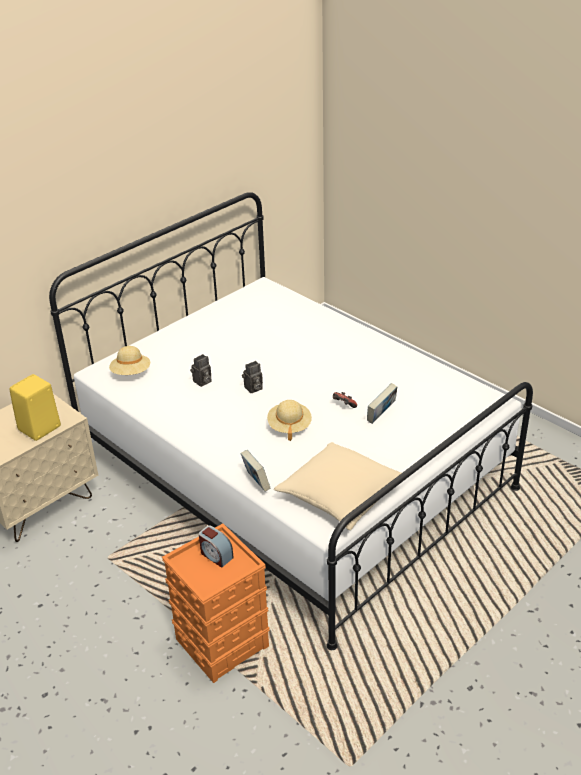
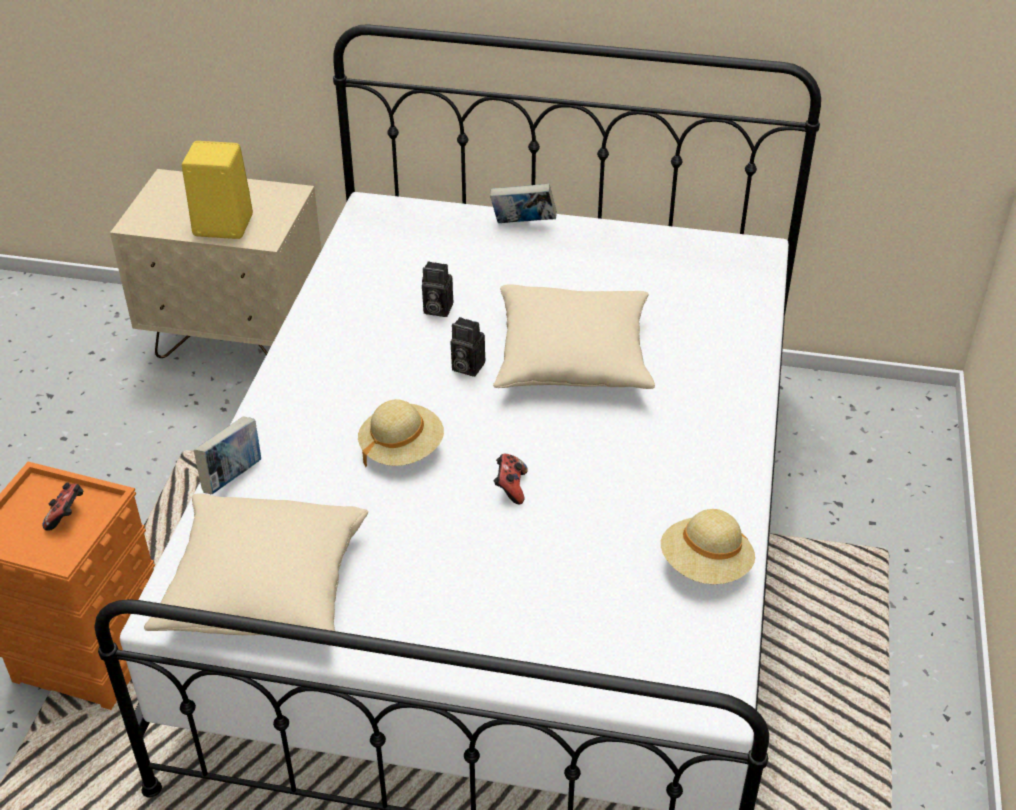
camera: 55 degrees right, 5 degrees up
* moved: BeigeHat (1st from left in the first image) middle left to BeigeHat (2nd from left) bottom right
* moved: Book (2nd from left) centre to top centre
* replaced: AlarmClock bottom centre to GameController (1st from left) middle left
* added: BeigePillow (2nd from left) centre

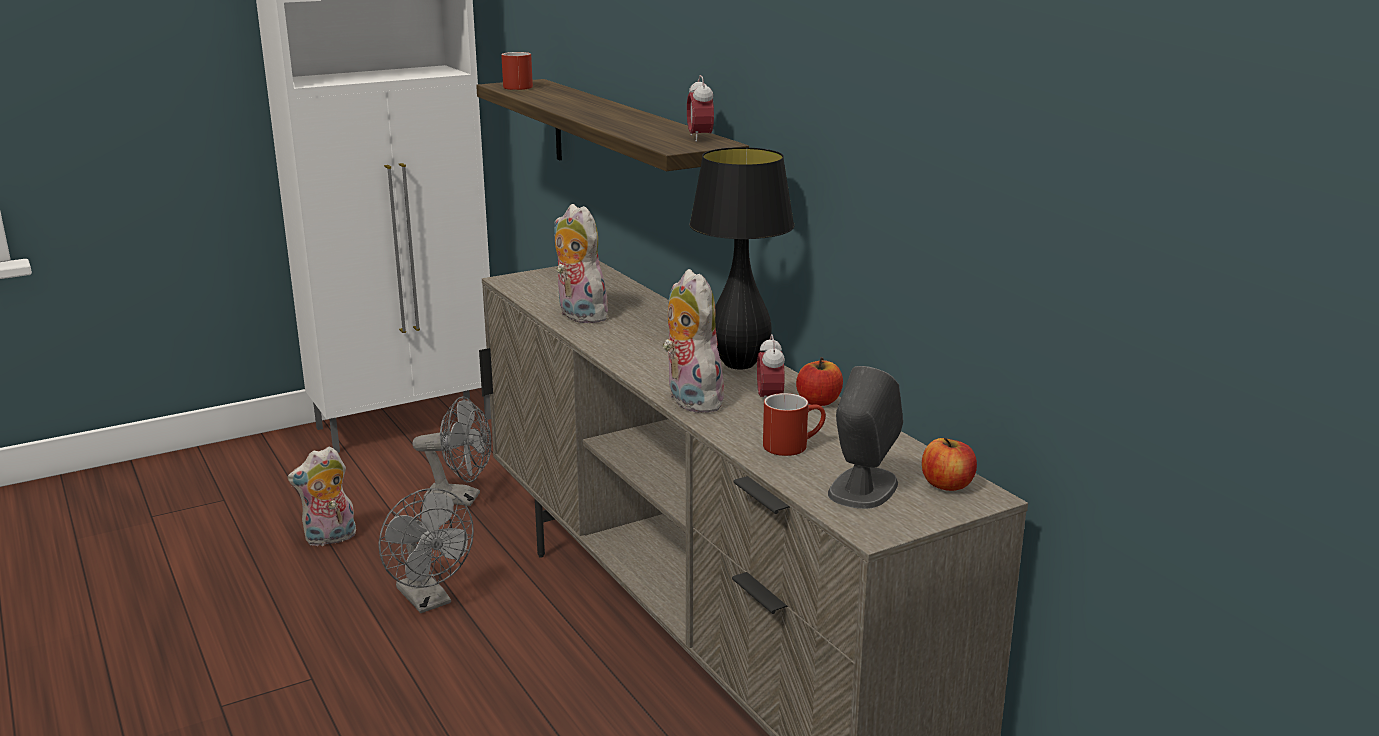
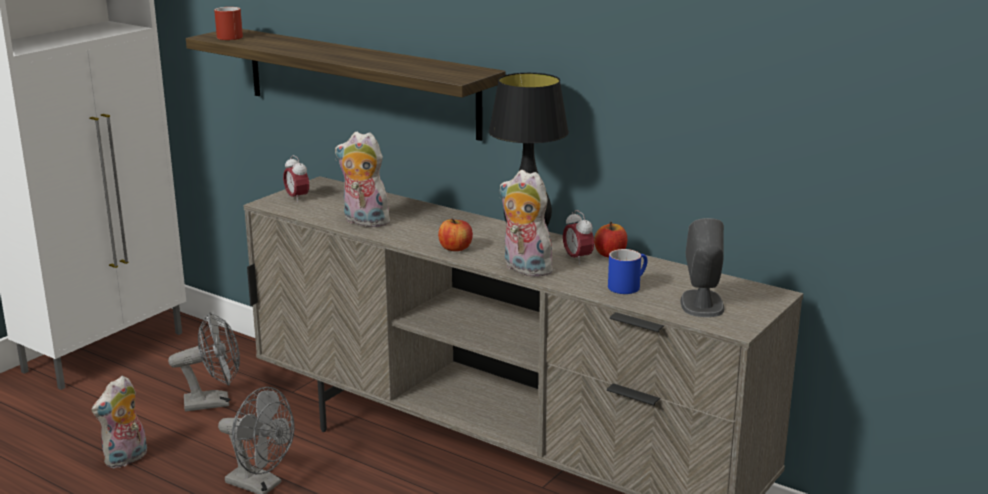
camera: 25 degrees left, 0 degrees up
* moved: AlarmClock (1st from left) top centre to middle left
* recoloured: RedMug (2nd from left) centre to BlueMug centre
* moved: Apple (2nd from left in the first image) middle right to Apple (1st from left) centre

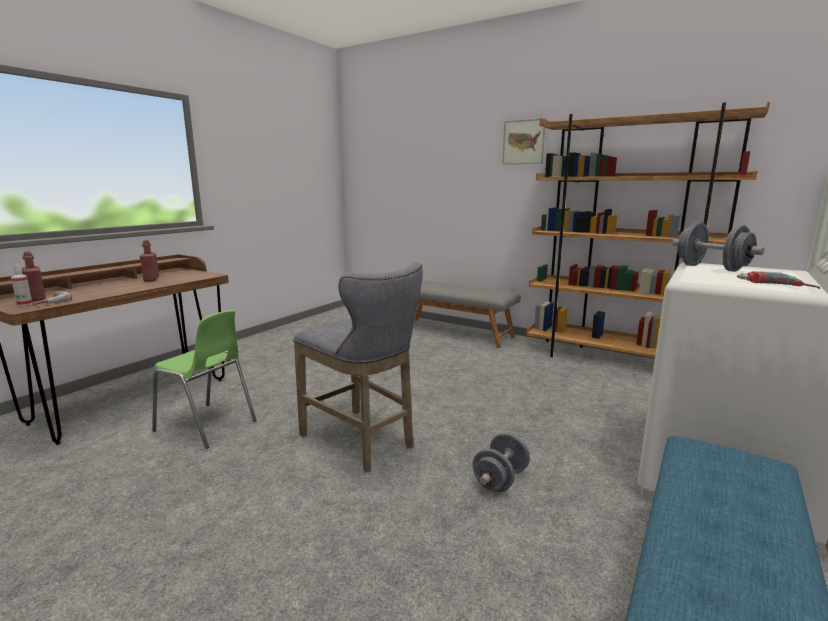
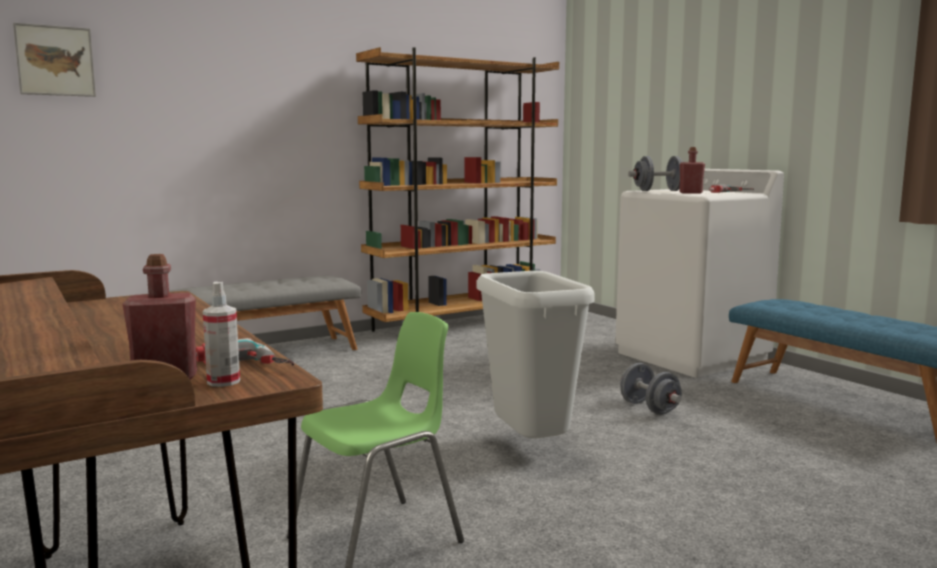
camera: 65 degrees left, 5 degrees down
* moved: Picture top centre to top left
* moved: RedBottle (2nd from left) middle left to top right
* replaced: GreyStool centre to GreyTrashCan centre

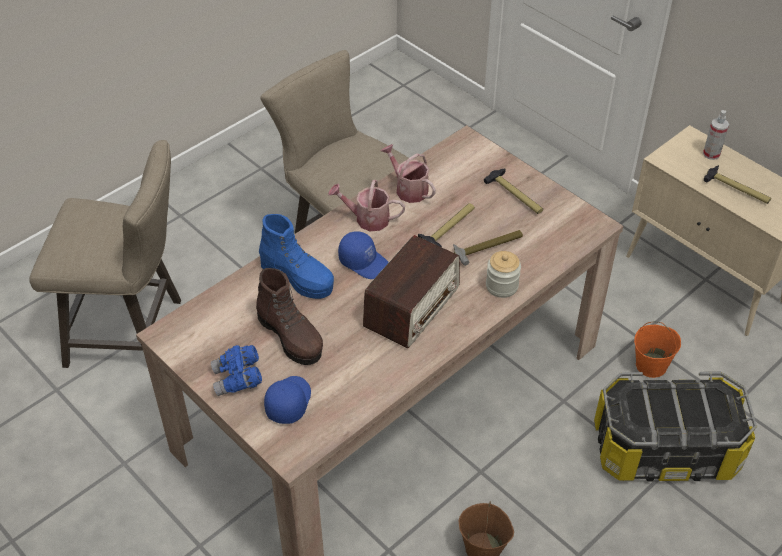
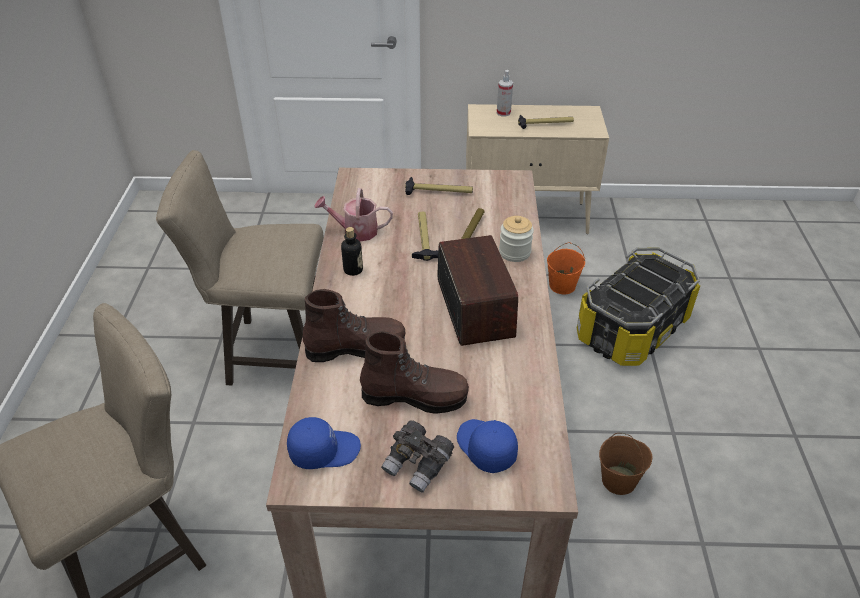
camera: 45 degrees left, 5 degrees down
* replaced: WateringCan (1st from left) centre to Bottle centre
* recoloured: BlueBoot centre to BrownBoot (1st from left) centre
* moved: BlueCap (2nd from left in the first image) centre to BlueCap (1st from left) bottom centre
* recoloured: BlueBinoculars middle left to GreyBinoculars bottom centre

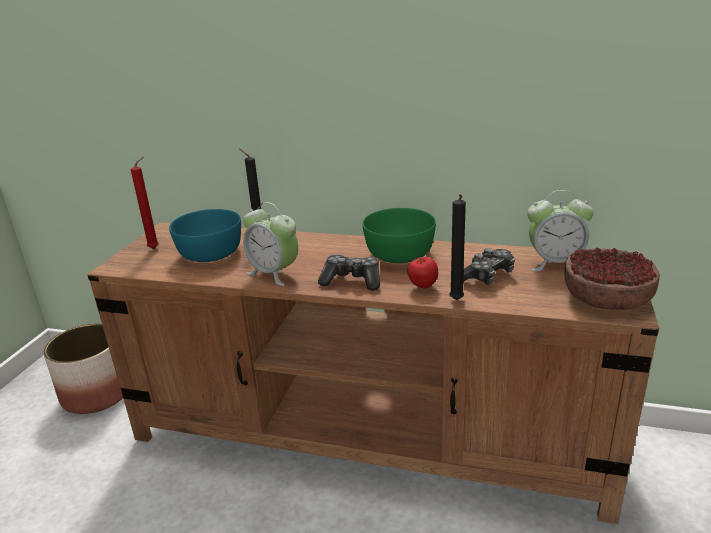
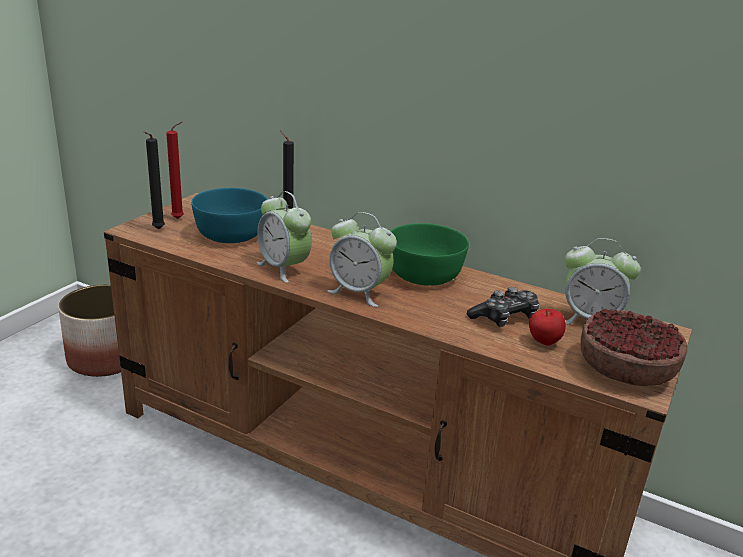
camera: 10 degrees right, 0 degrees up
* moved: BlackCandle (2nd from left in the first image) centre to BlackCandle (1st from left) top left
* replaced: GameController (1st from left) centre to AlarmClock (2nd from left) centre
* moved: Apple centre to middle right

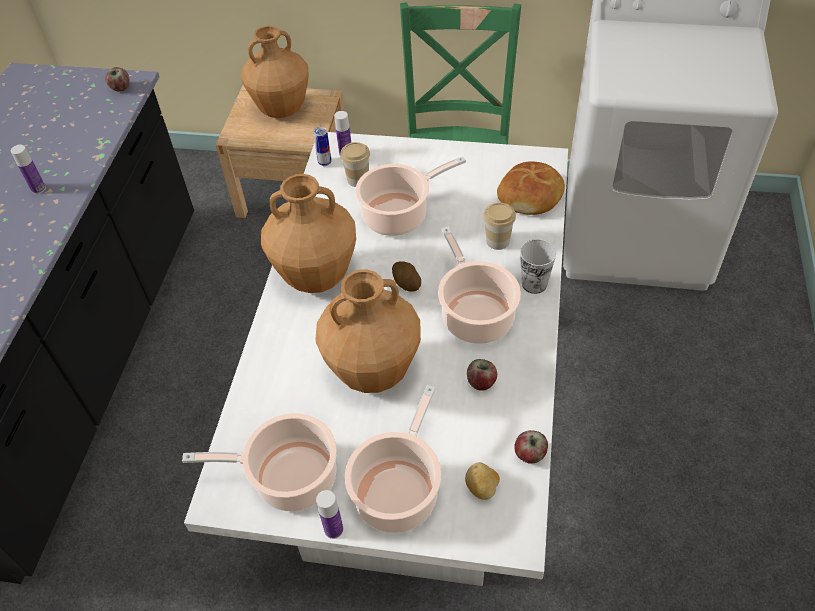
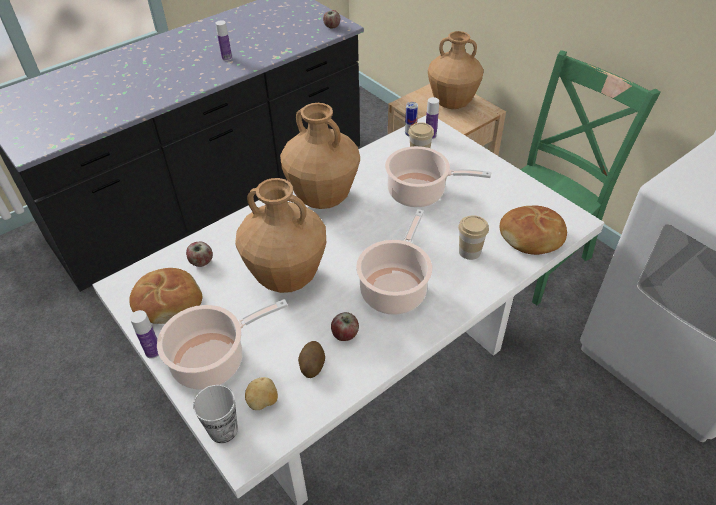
camera: 40 degrees right, 5 degrees down
* moved: Cup (3rd from left in the first image) centre to Cup (1st from left) bottom left
* moved: Potato (1st from left in the first image) centre to Potato (2nd from left) bottom centre
* replaced: CookingPot (1st from left) bottom left to Bread (1st from left) middle left
* moved: Apple (3rd from left in the first image) bottom centre to Apple (1st from left) middle left

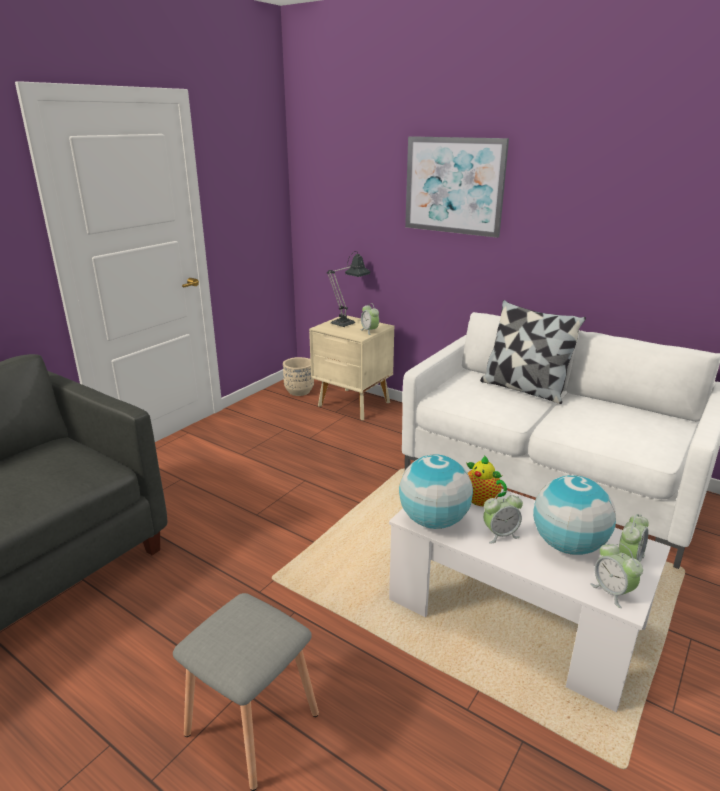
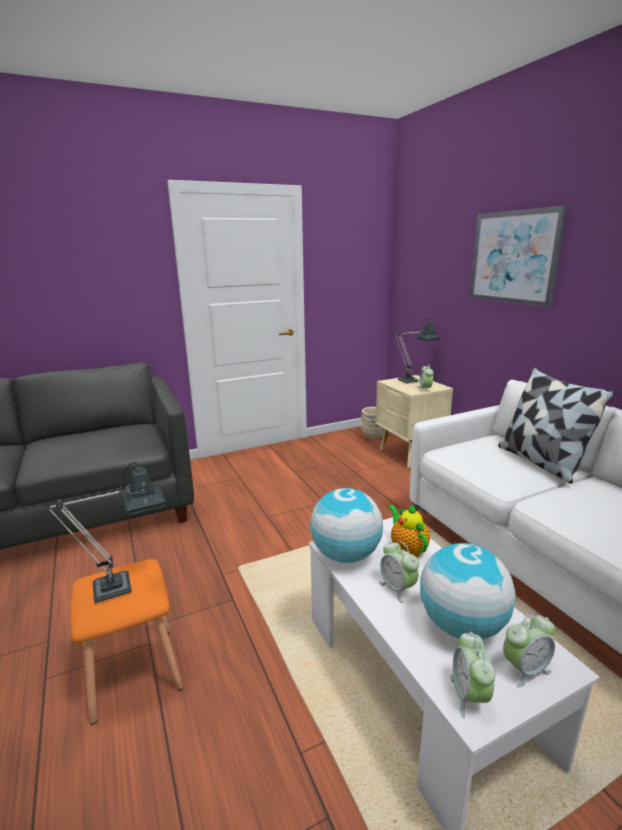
camera: 30 degrees right, 5 degrees down
* turned: AlarmClock (2nd from left in the first image) middle right = bottom centre 45 degrees clockwise
* recoloured: GreyStool bottom centre to OrangeStool bottom left
* added: TableLamp (1st from left) middle left

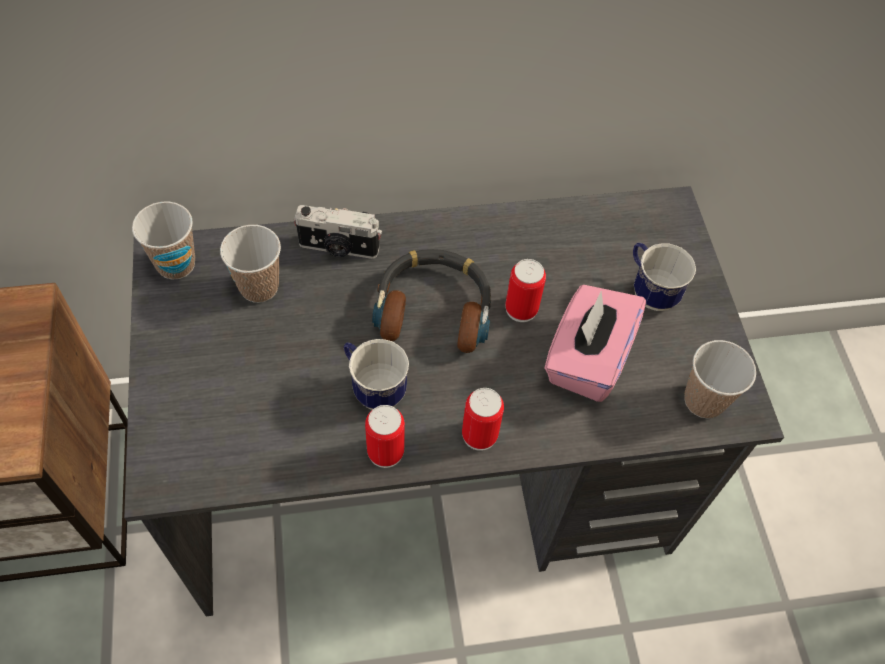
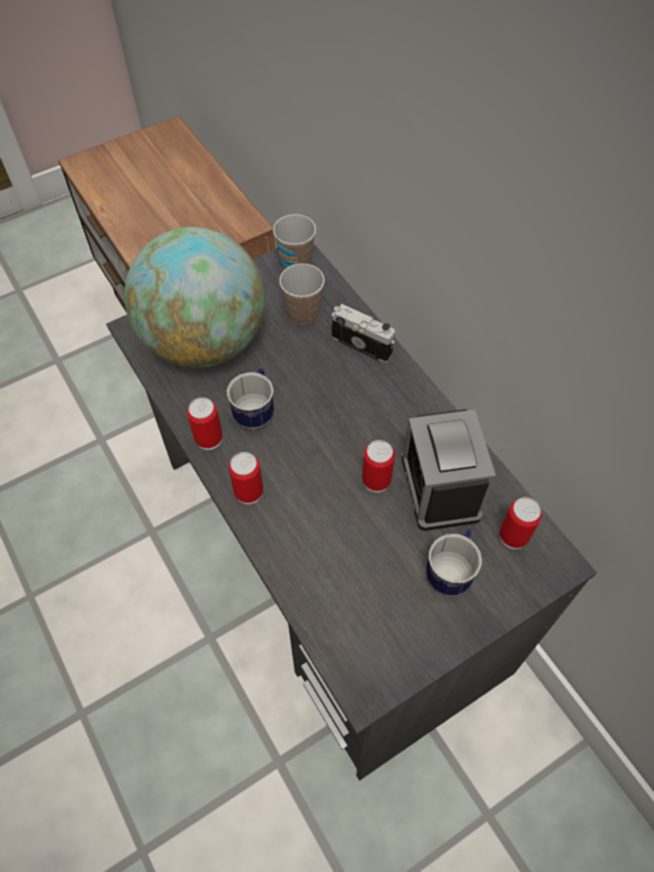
camera: 70 degrees right, 0 degrees up
* turned: PhotoCamera centre = centre 135 degrees clockwise
* removed: Headphones centre
* removed: PinkTissueBox middle right
* removed: Cup (3rd from left) middle right
* added: Globe middle left
* added: AlarmClock middle right
* added: Can (4th from left) middle right

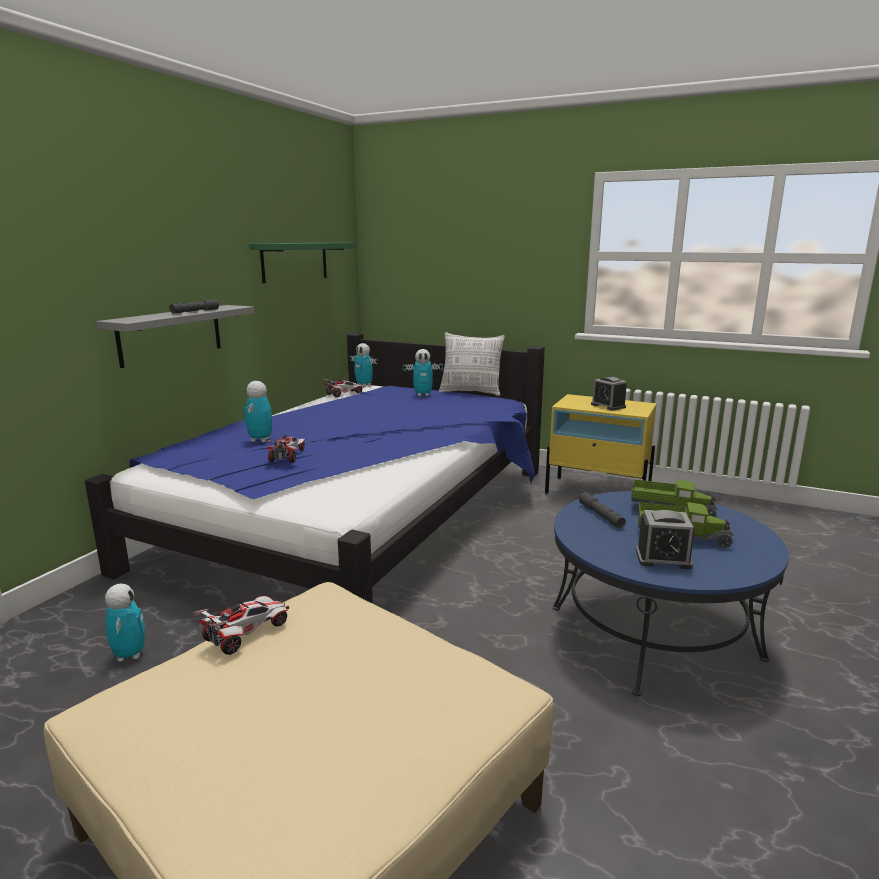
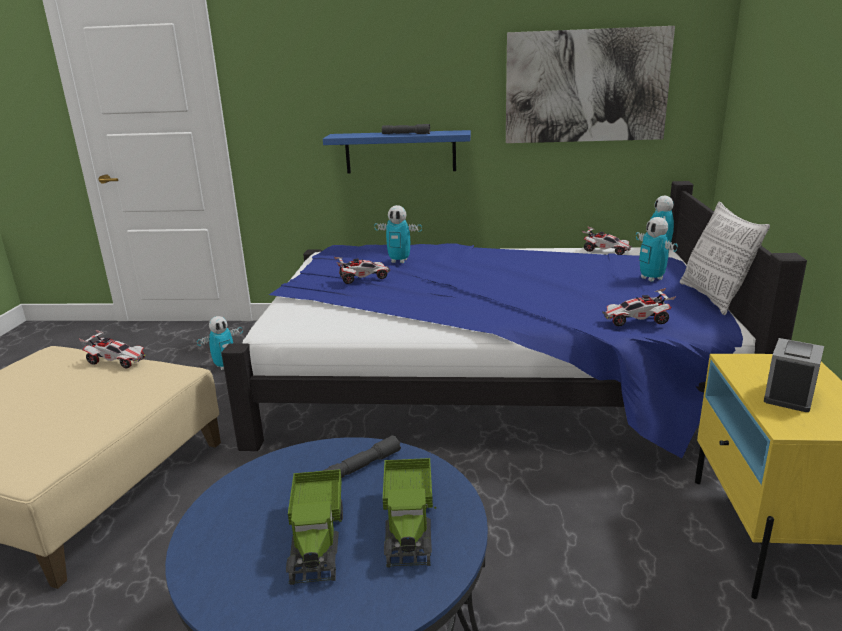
camera: 70 degrees right, 5 degrees up
* replaced: GreenShelf top centre to Picture top right
* recoloured: GreyShelf middle left to BlueShelf top centre
* turned: ToyRobot (2nd from left) middle left = centre 150 degrees counterclockwise
* removed: AlarmClock (2nd from left) middle right
* added: ToyCar (4th from left) middle right

